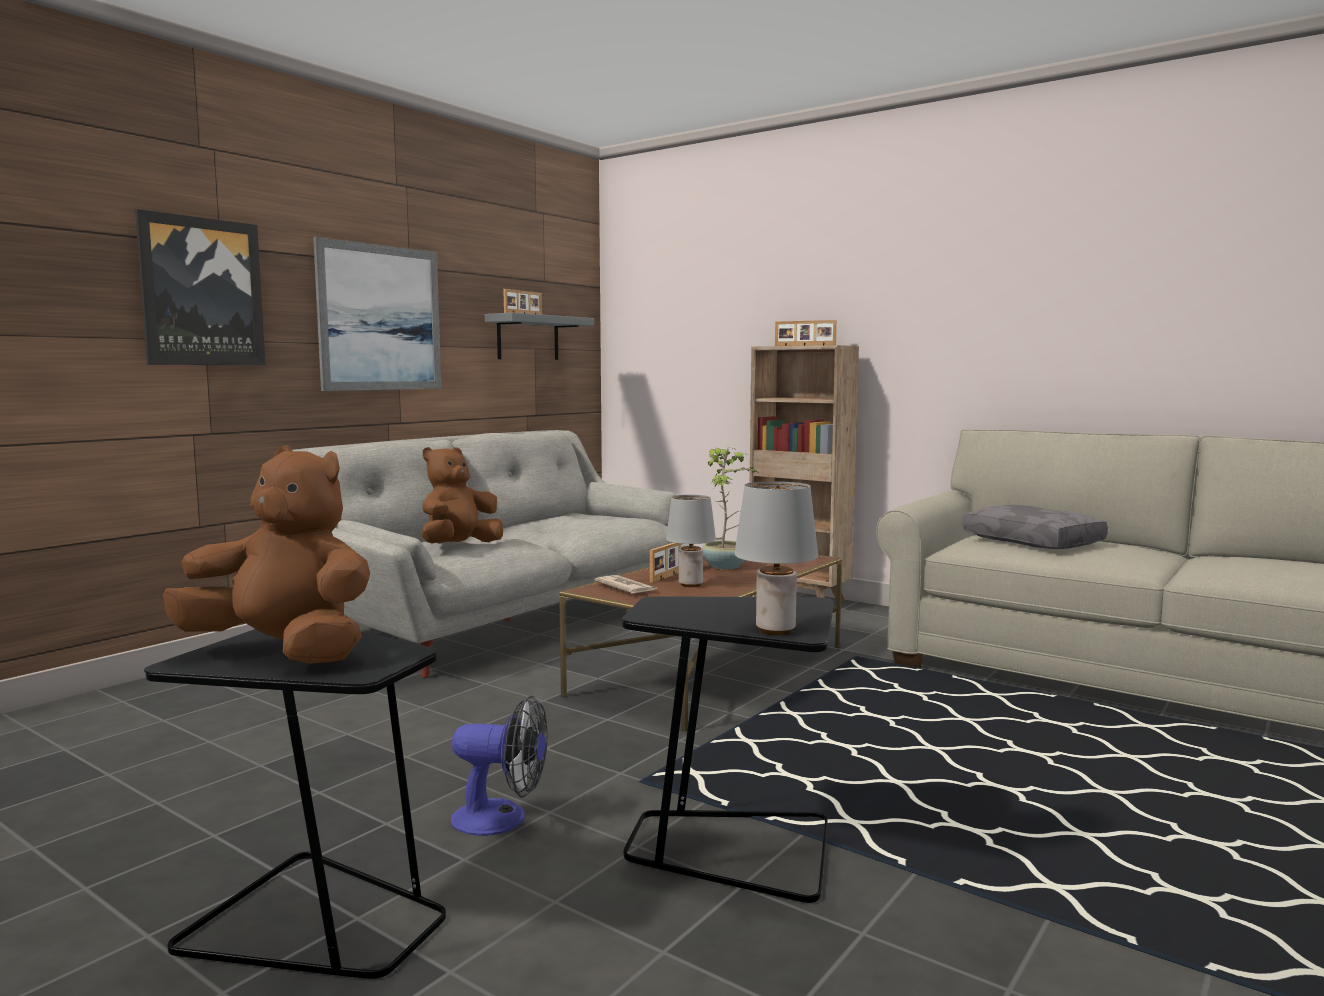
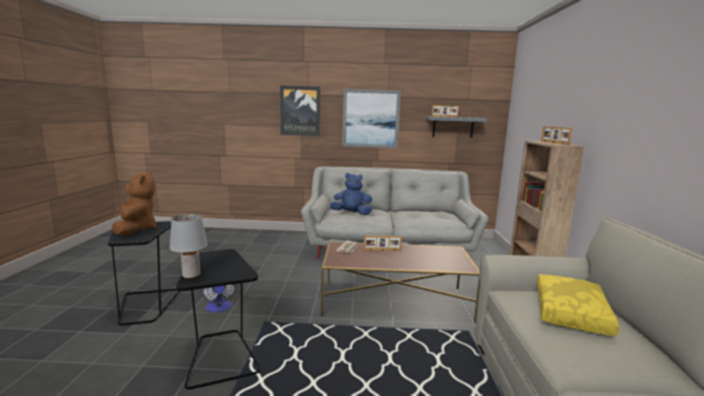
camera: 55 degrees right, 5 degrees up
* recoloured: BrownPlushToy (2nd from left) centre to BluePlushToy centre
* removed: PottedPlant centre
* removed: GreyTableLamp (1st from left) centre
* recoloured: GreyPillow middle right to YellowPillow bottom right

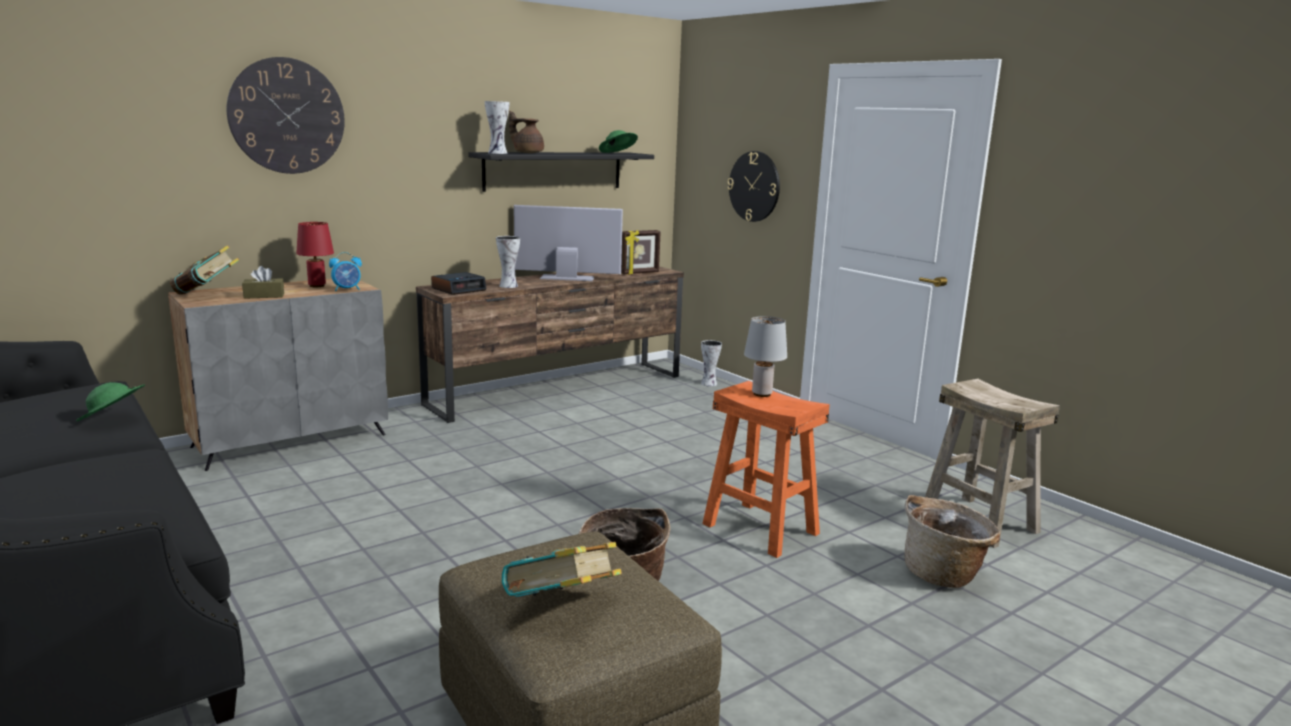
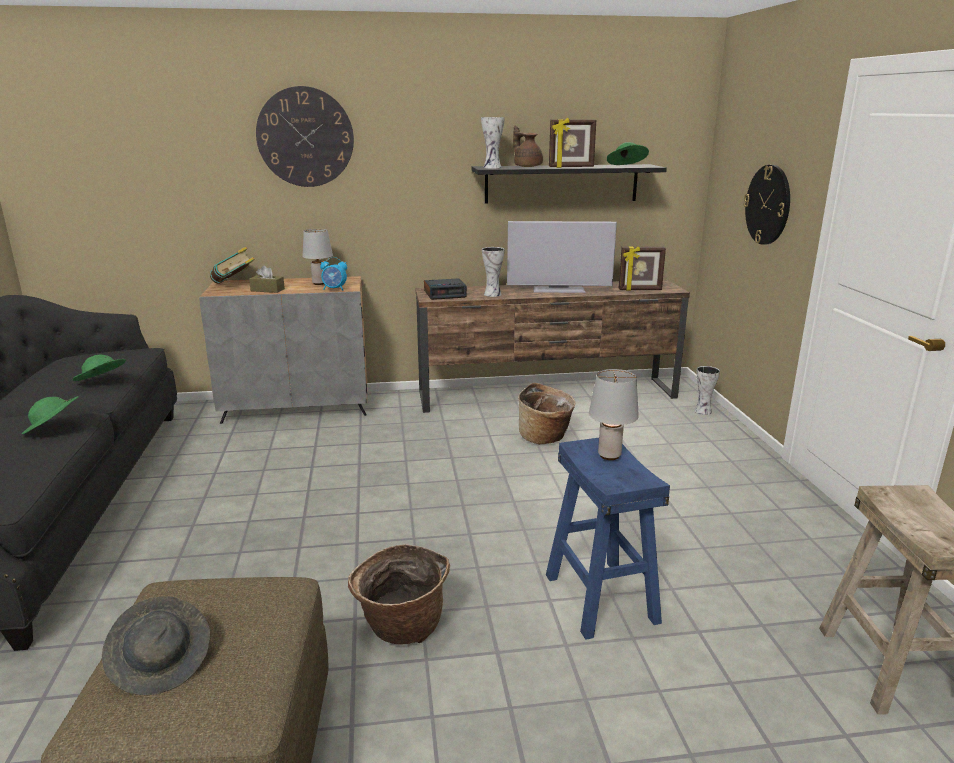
camera: 30 degrees right, 5 degrees up
* turned: Television centre = centre 150 degrees clockwise
* recoloured: RedTableLamp middle left to GreyTableLamp (1st from left) middle left
* recoloured: OrangeStool centre to BlueStool bottom centre
* moved: Basket (2nd from left) bottom right to centre
* replaced: Book (2nd from left) bottom centre to GreyHat bottom left
* added: PictureFrame (1st from left) top centre
* added: GreenHat (1st from left) middle left

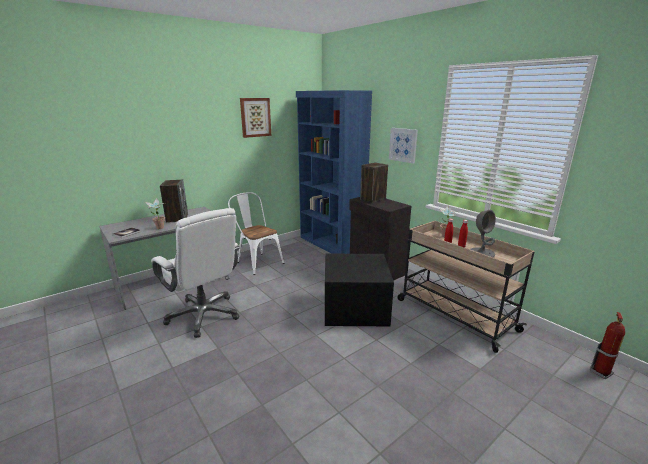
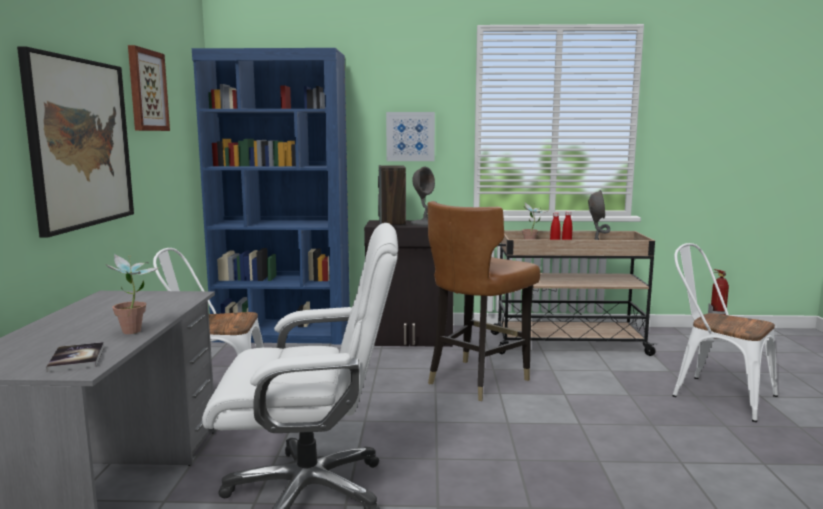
camera: 50 degrees left, 10 degrees down
* removed: Speaker (1st from left) middle left
* replaced: BlackStorageBox centre to BrownChair centre
* added: Picture (1st from left) top left
* added: GreyTableLamp (1st from left) centre
* added: WhiteChair (2nd from left) middle right

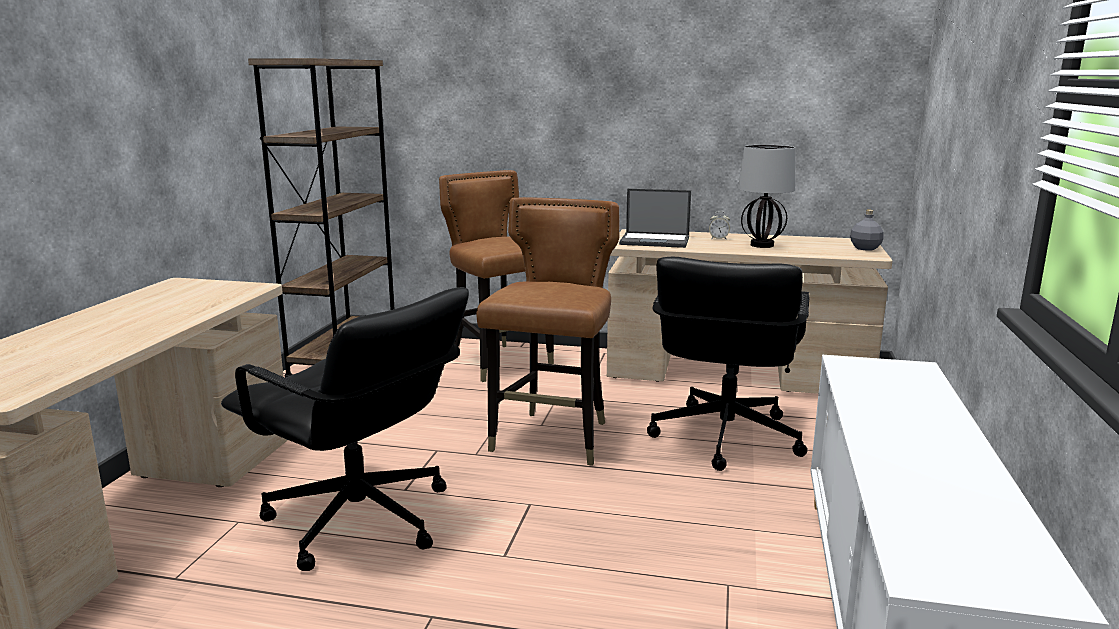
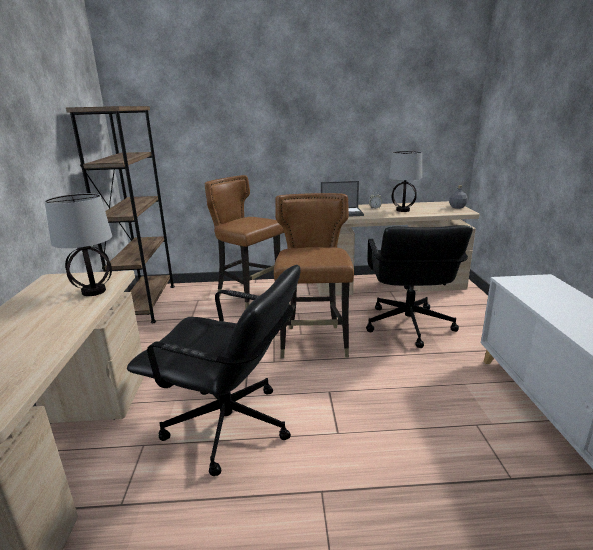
camera: 15 degrees left, 5 degrees up
* added: TableLamp (1st from left) middle left

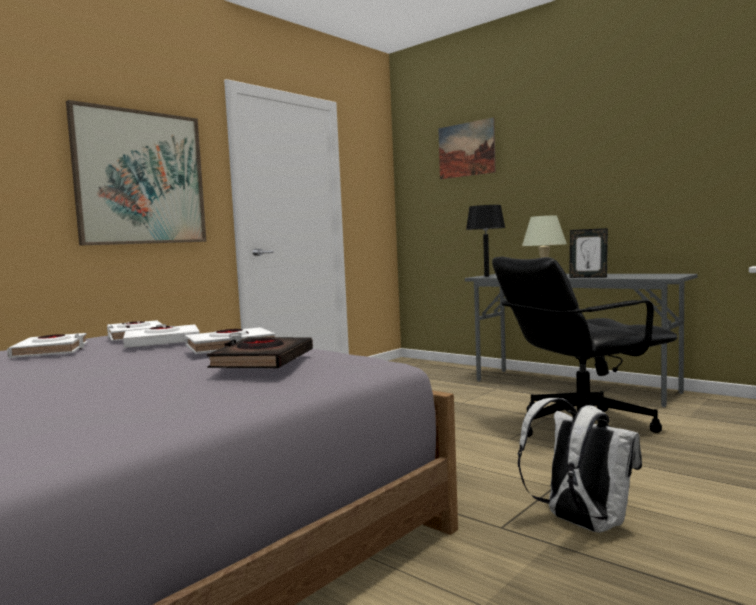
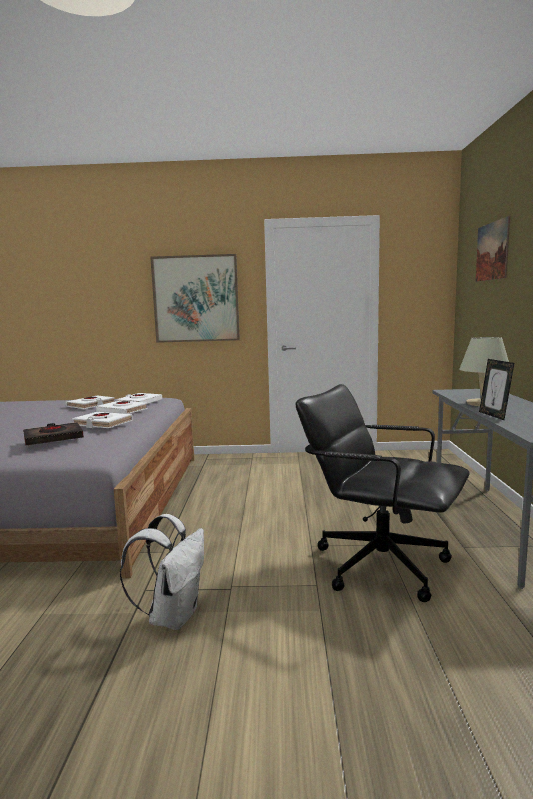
camera: 50 degrees right, 5 degrees up
* removed: BlackTableLamp centre

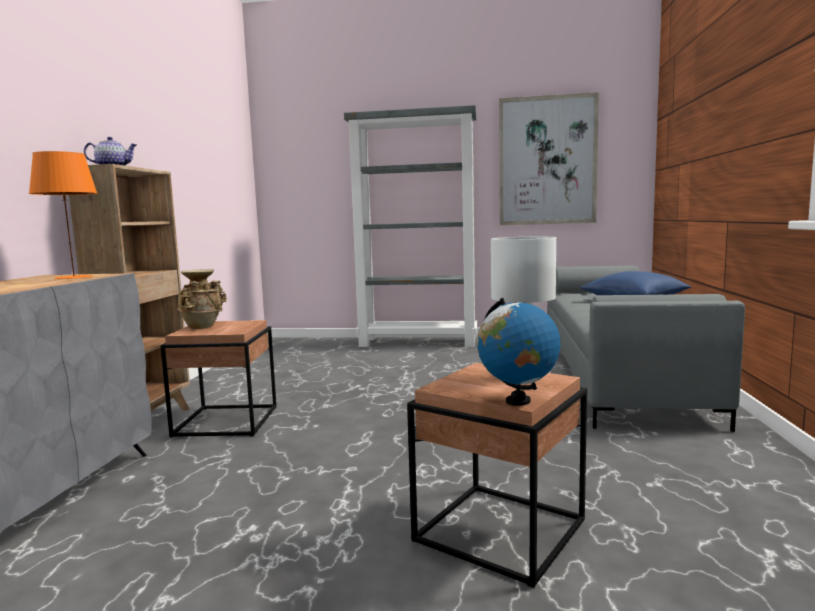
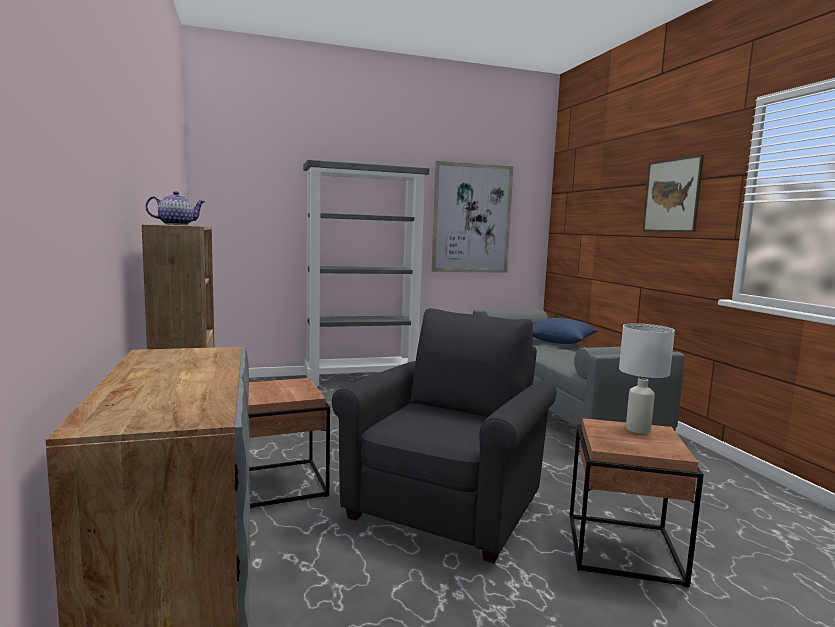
camera: 25 degrees left, 0 degrees up
* removed: OrangeTableLamp middle left
* removed: BeigeVase middle left
* removed: Globe centre
* added: Picture (2nd from left) top right
* added: GreyArmchair bottom centre

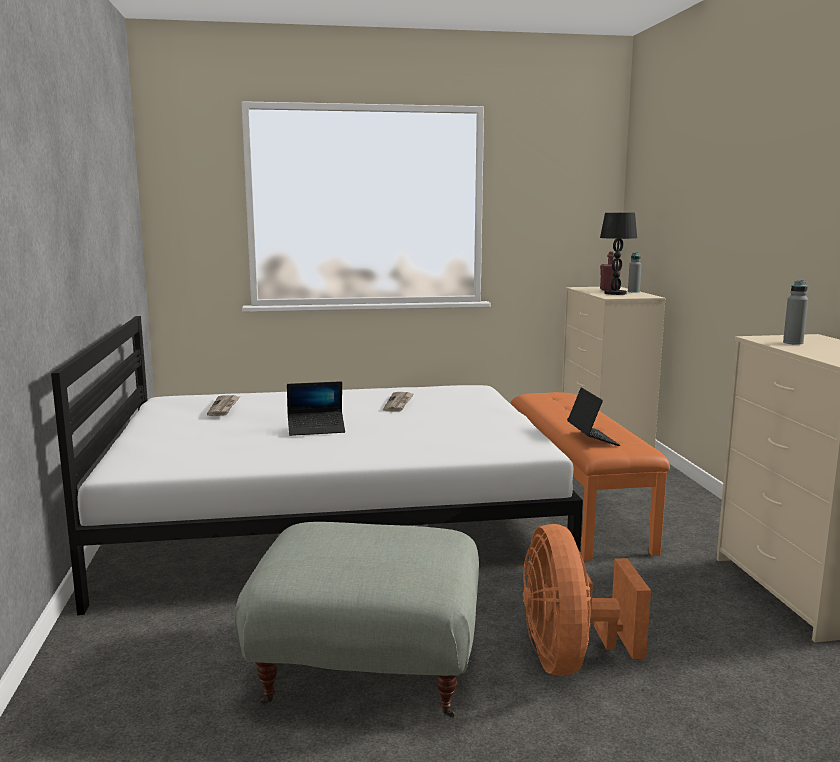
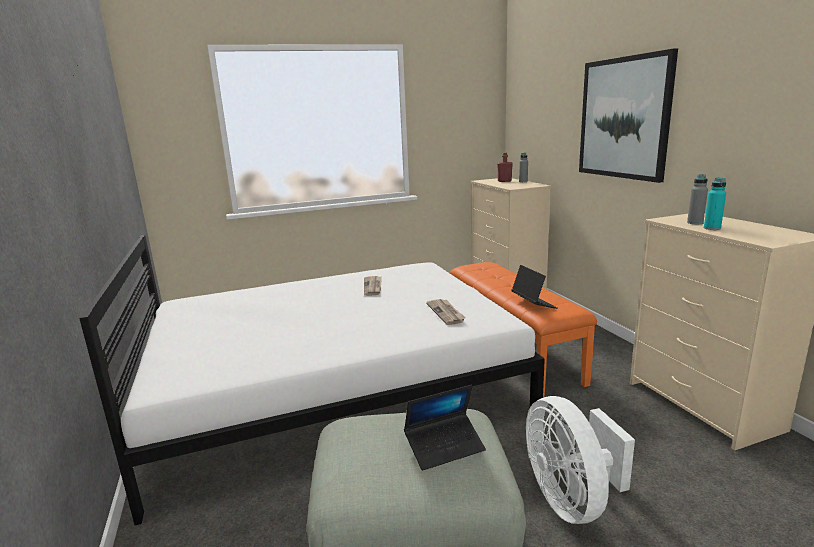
camera: 10 degrees left, 5 degrees up
* removed: BlackTableLamp middle right
* moved: Laptop (1st from left) centre to bottom centre
* moved: Newspaper (1st from left in the first image) middle left to Newspaper (2nd from left) centre
* recoloured: OrangeFan bottom right to WhiteFan bottom right
* added: Picture top right
* added: TurquoiseBottle middle right

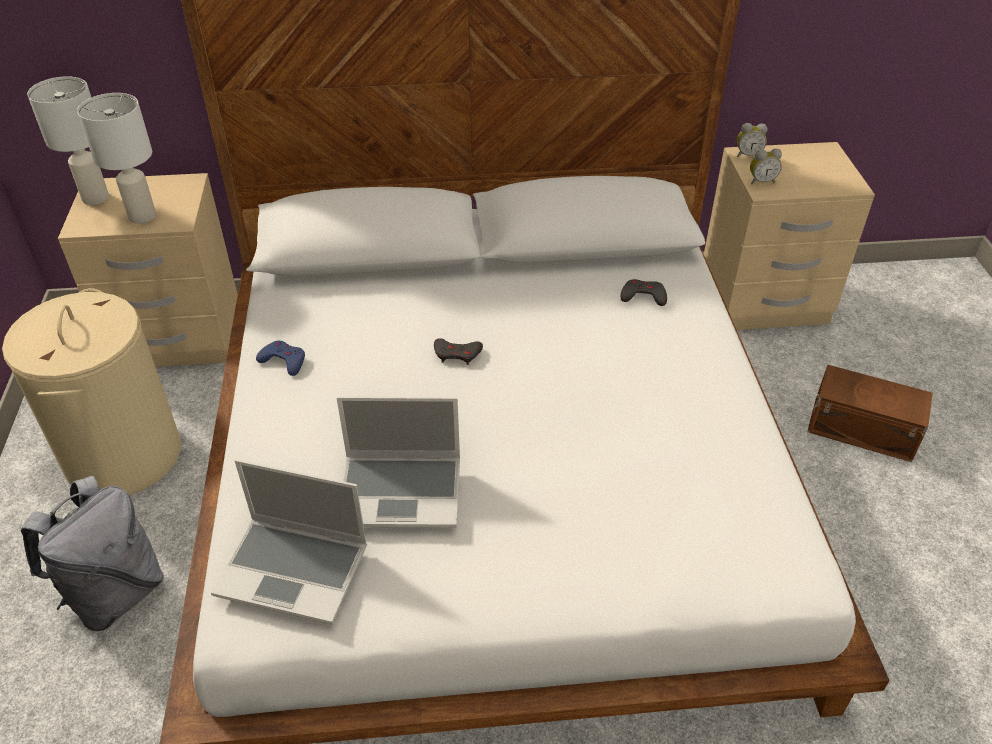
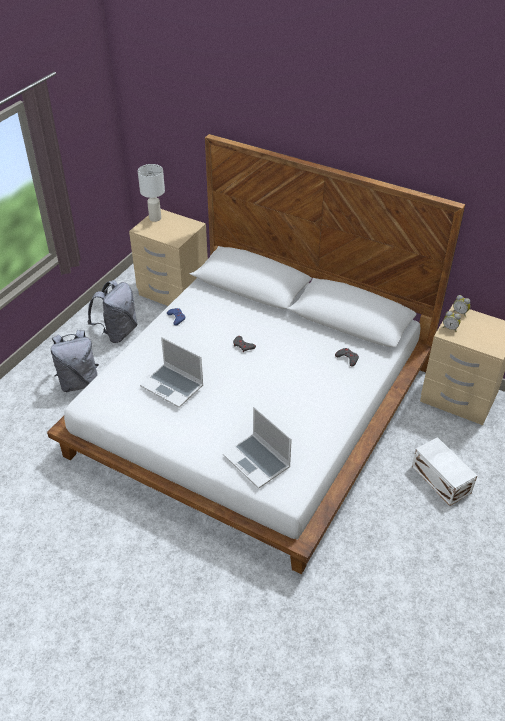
camera: 35 degrees right, 0 degrees up
* removed: WhiteTableLamp (2nd from left) top left
* replaced: BeigeLaundryBasket middle left to GreyBackpack (2nd from left) middle left
* recoloured: BrownStorageBox middle right to WhiteStorageBox middle right
* moved: Laptop (1st from left in the first image) bottom left to Laptop (2nd from left) centre

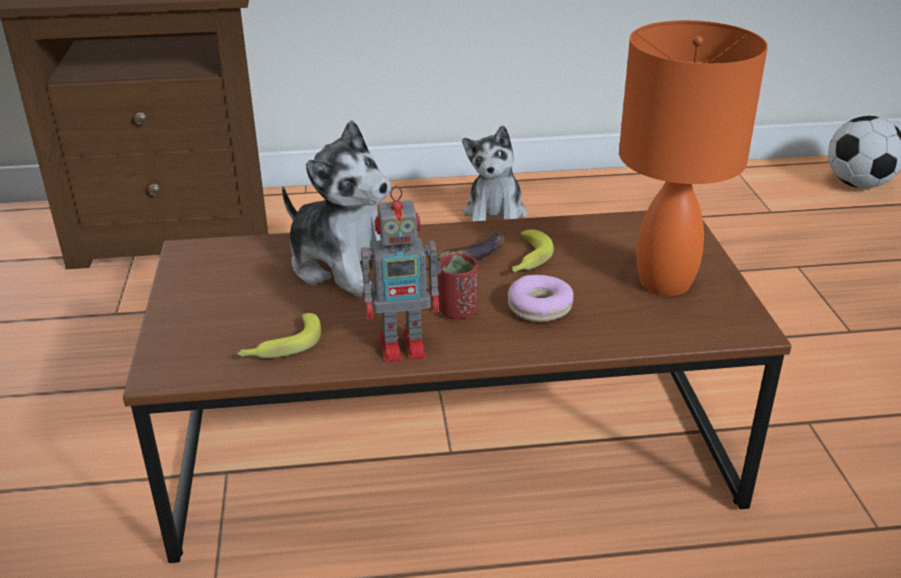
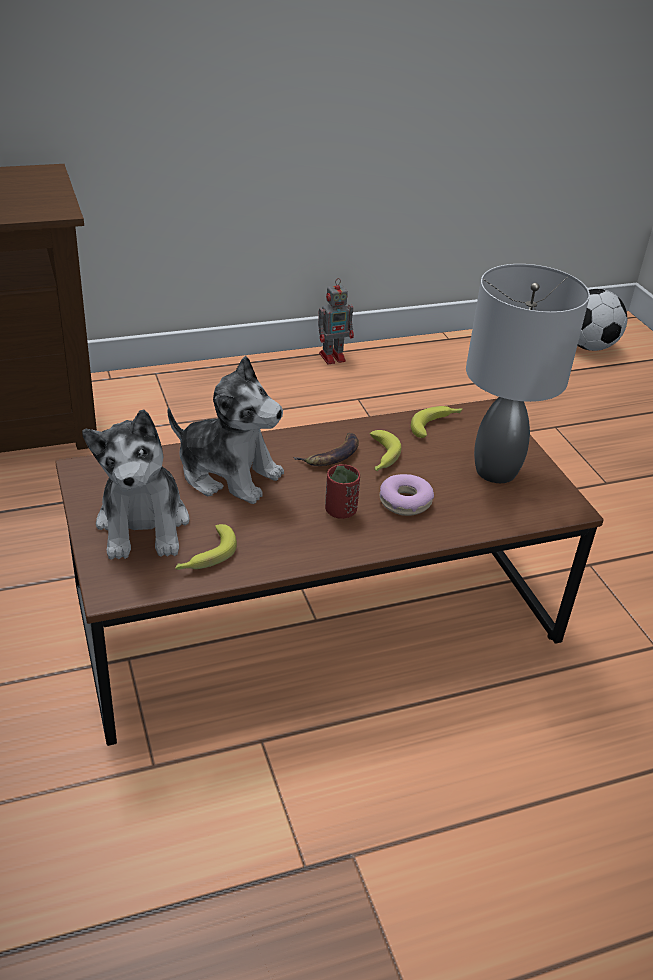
camera: 15 degrees left, 5 degrees up
* recoloured: OrangeTableLamp top right to GreyTableLamp middle right
* moved: PlushToy (2nd from left in the first image) top centre to PlushToy (1st from left) middle left
* moved: ToyRobot centre to top centre
* added: Banana (4th from left) middle right

